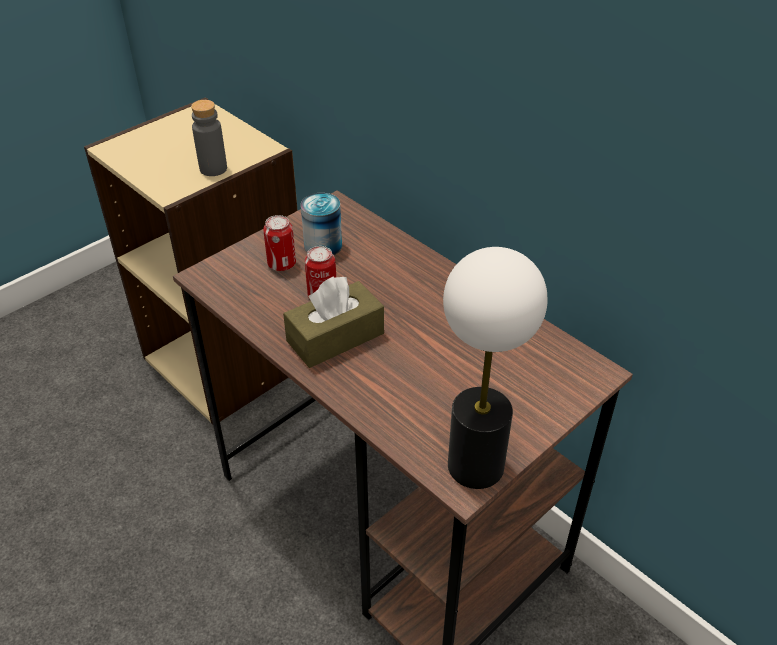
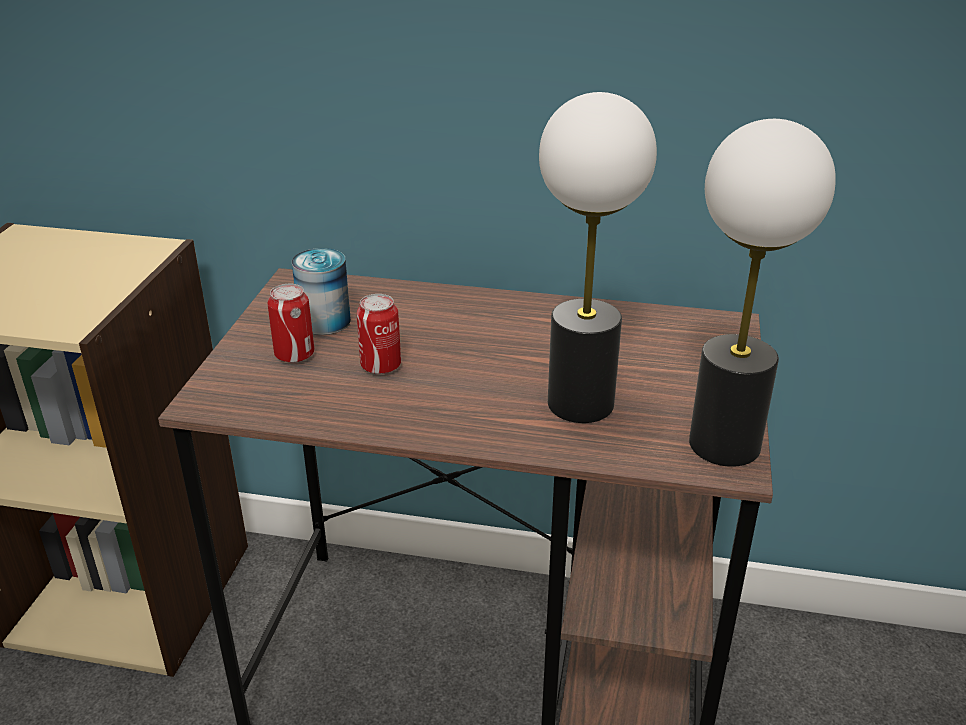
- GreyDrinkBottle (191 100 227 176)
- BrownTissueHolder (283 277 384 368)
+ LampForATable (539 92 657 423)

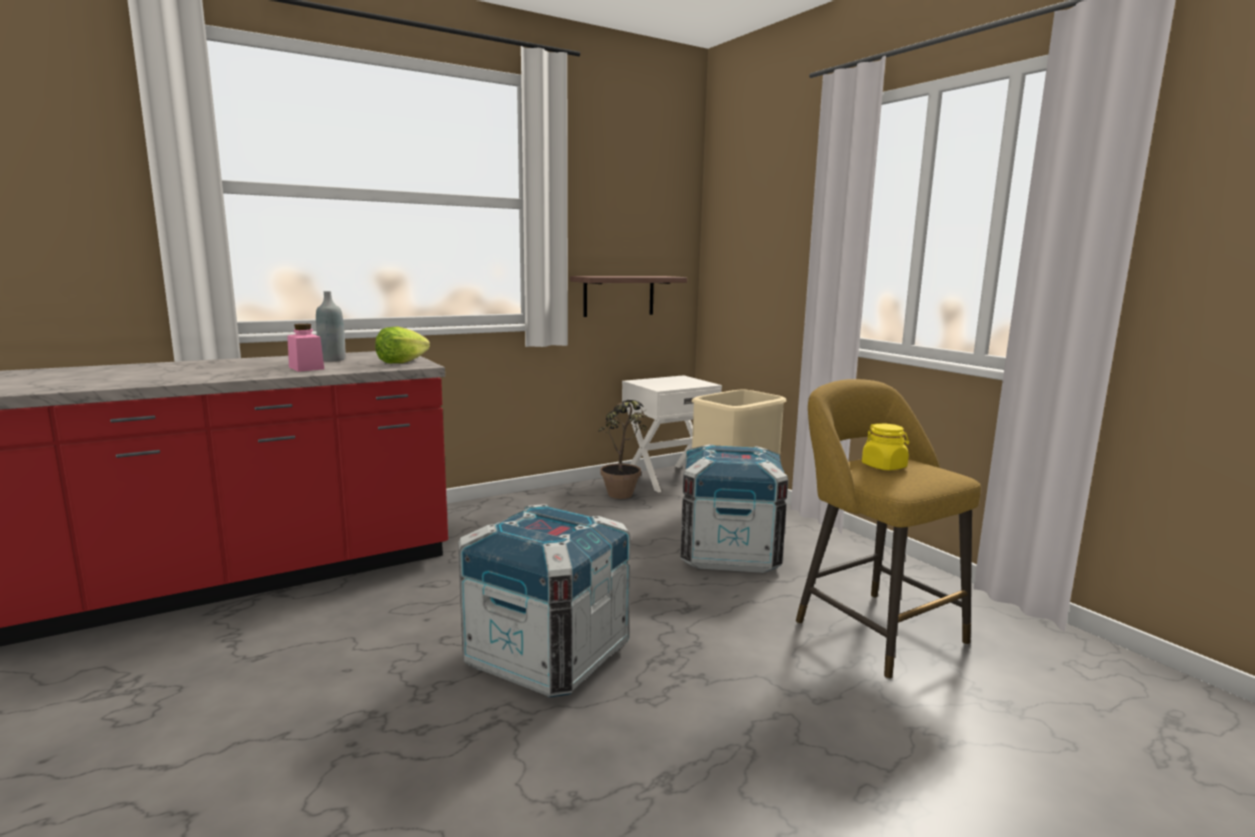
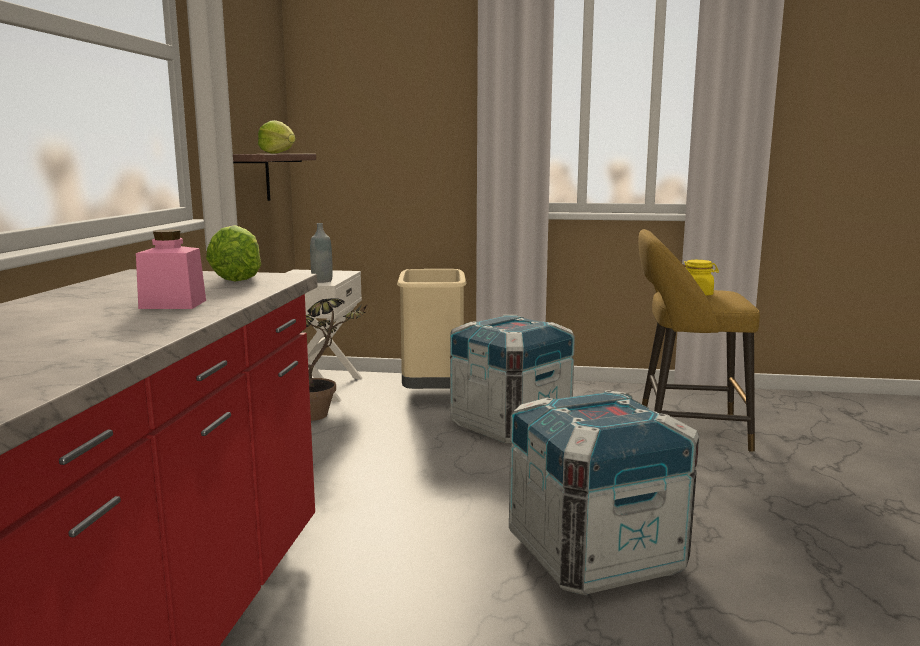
~ GreyDrinkBottle (316 291 345 361) to (310 223 333 283)
+ HeadOfLettuce (258 120 296 153)

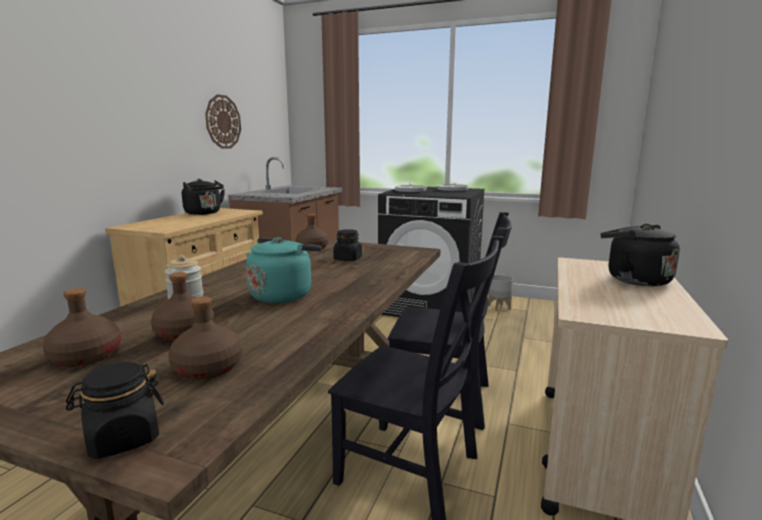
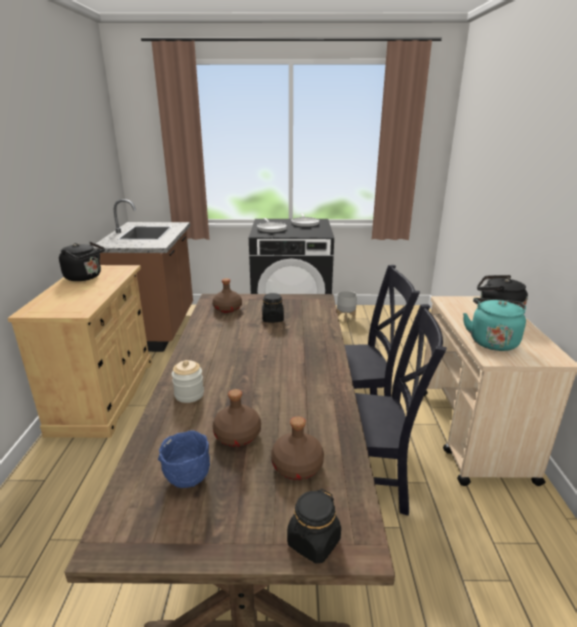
~ BrownDrinkBottle (43 288 121 367) to BlueColouredBowl (158 430 210 488)
- HangingClock (205 94 241 149)
~ BlueGreenKettle (246 237 322 303) to (463 298 526 351)

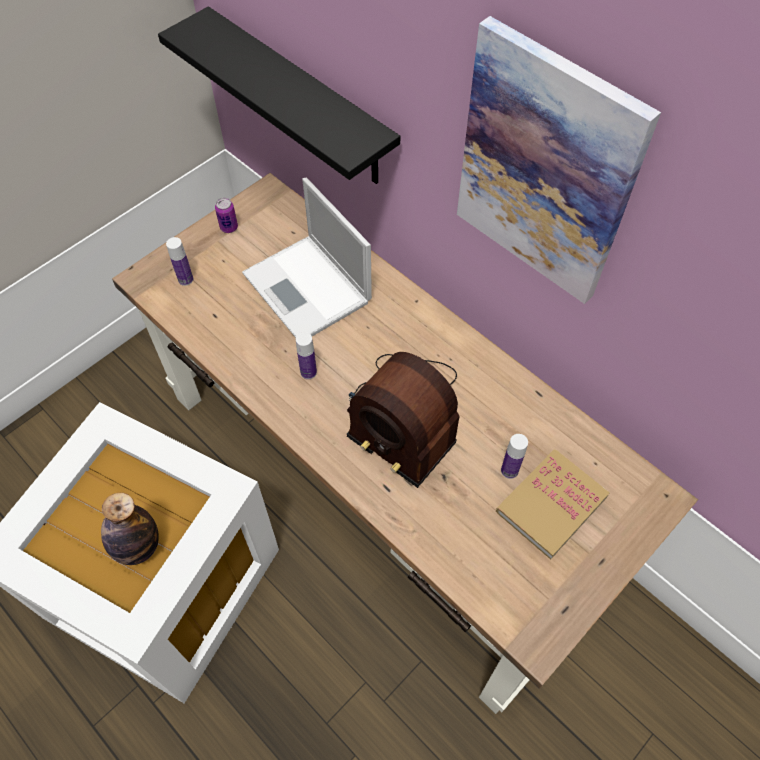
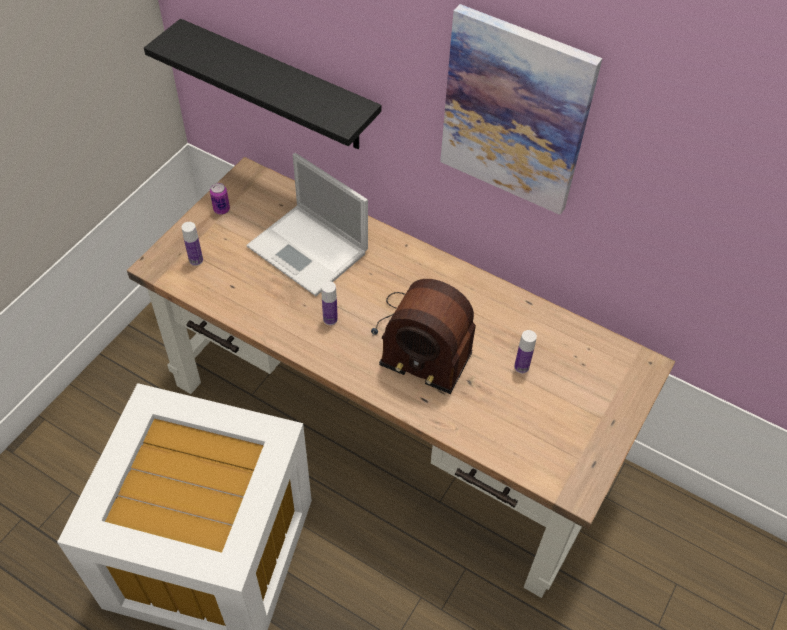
- DrinkBottle (101 492 159 565)
- Volume (496 449 610 560)

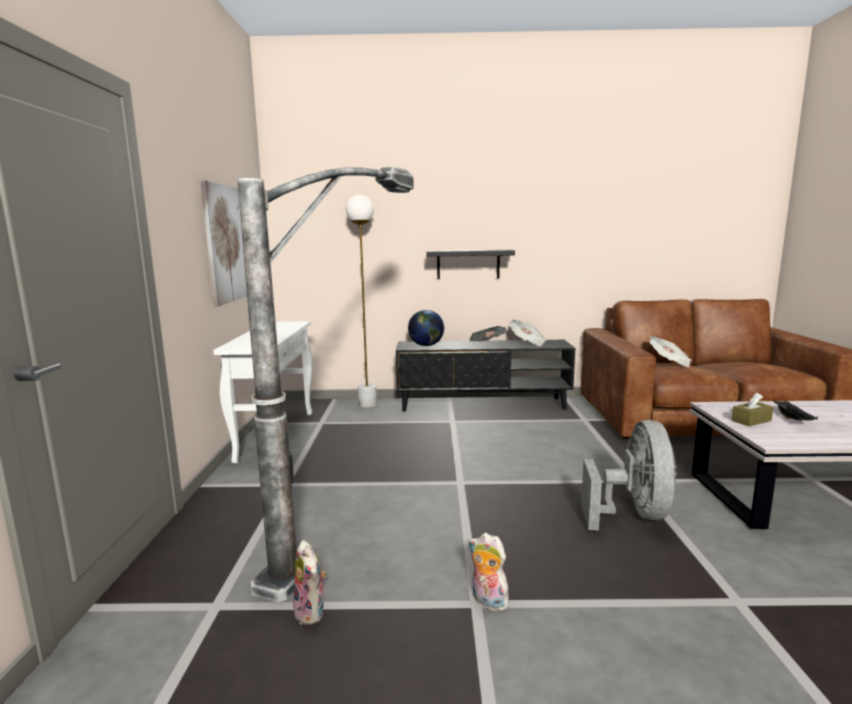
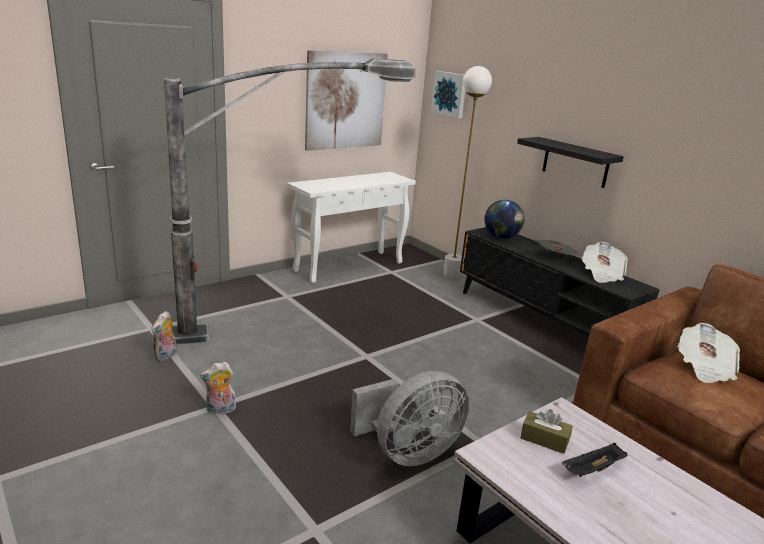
~ CuddlyToy (468 533 511 612) = (200 362 236 414) 105 degrees counterclockwise
+ Picture (431 71 465 119)

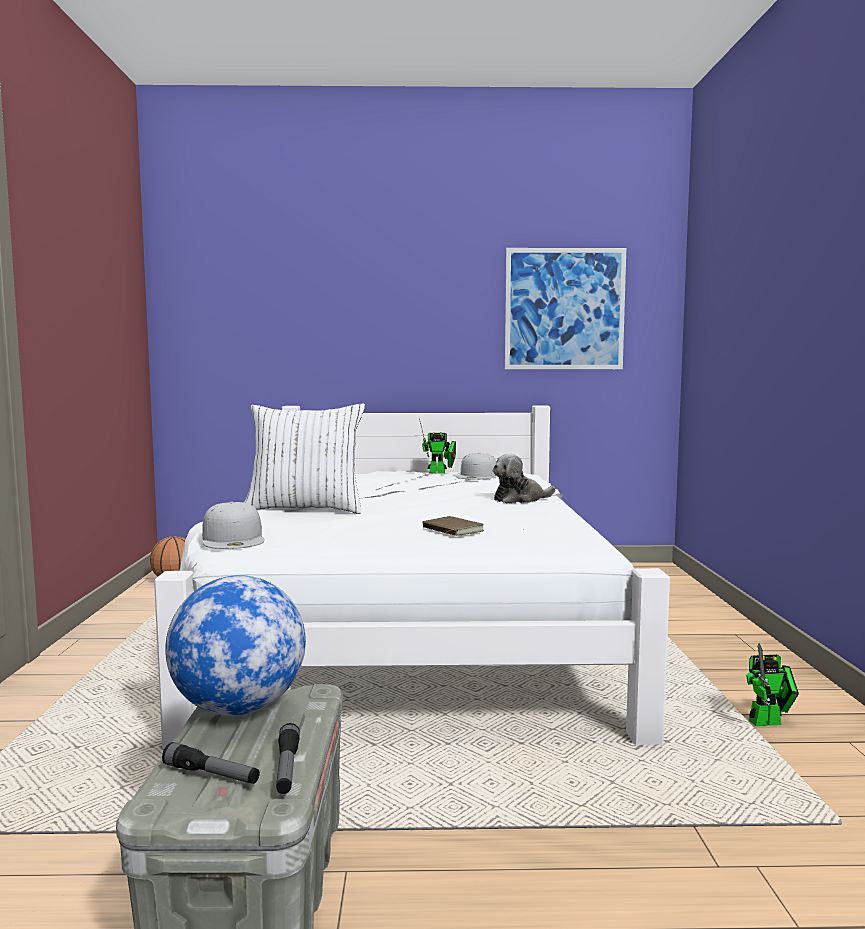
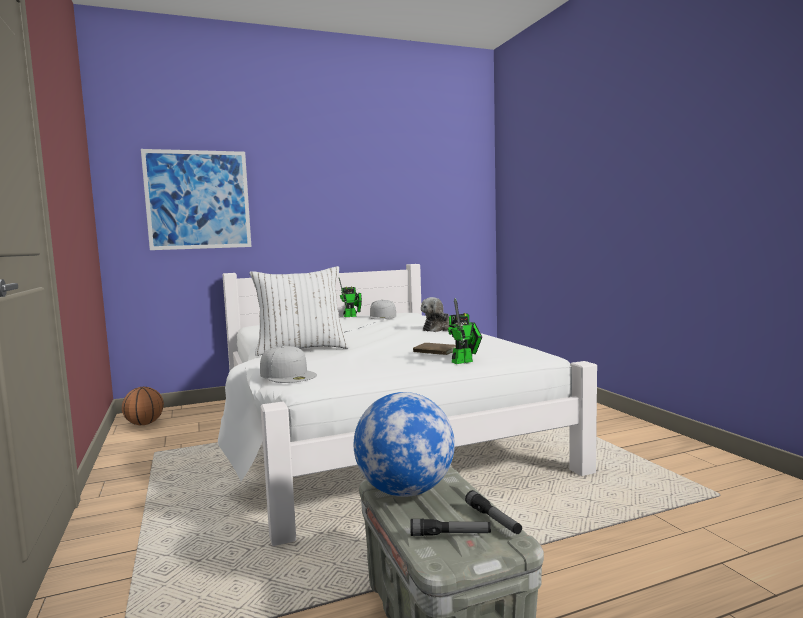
~ Picture (505 248 626 369) to (141 149 251 250)
~ ToyRobot (746 643 799 726) to (448 298 482 364)

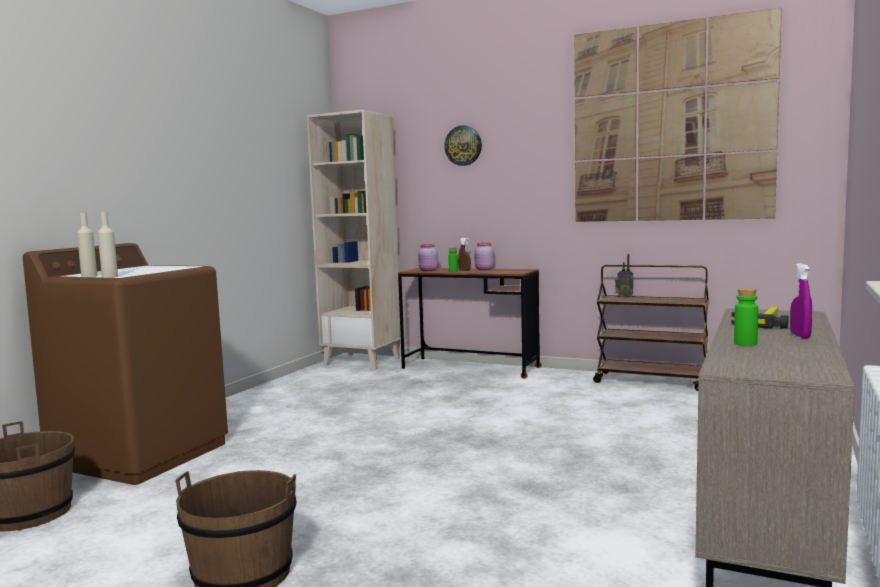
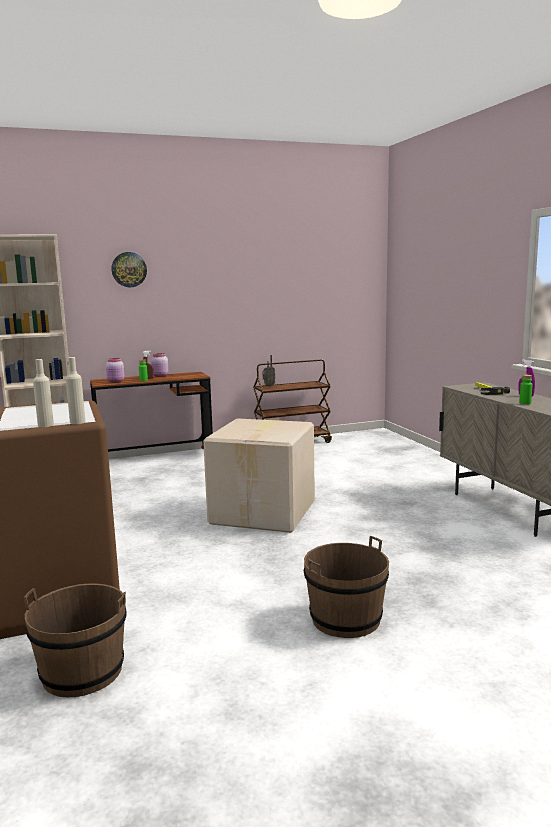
- Picture (574 8 782 222)
+ Carton (203 418 315 533)

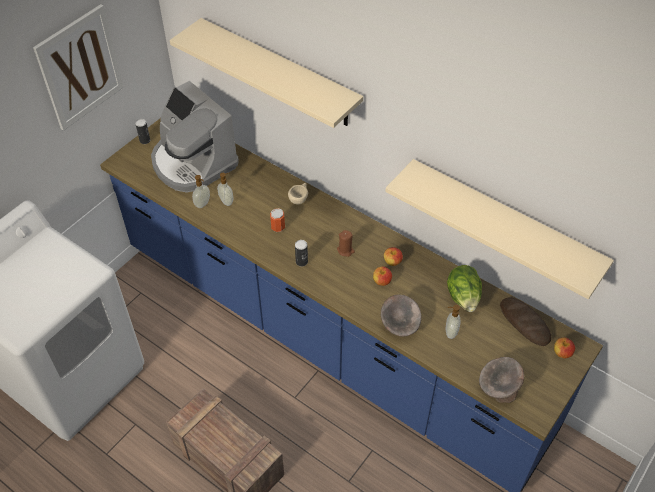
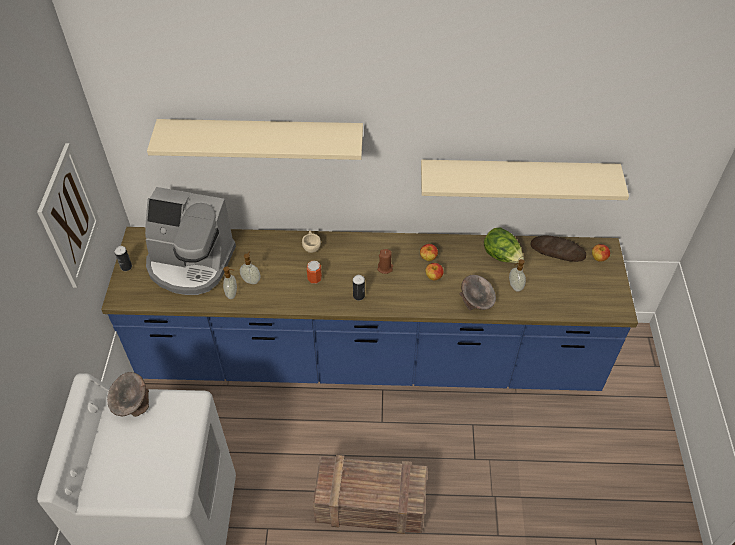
~ GreyBowl (479 357 524 403) to (107 372 149 417)

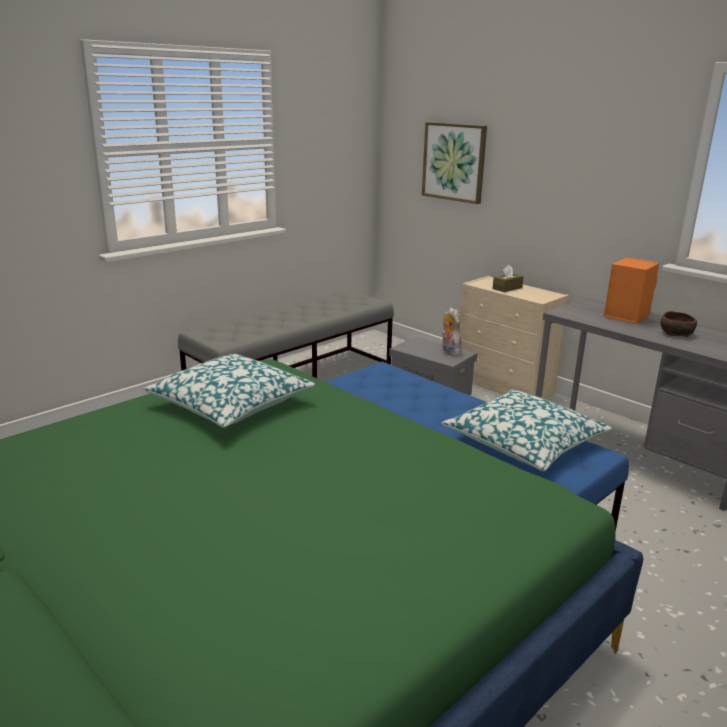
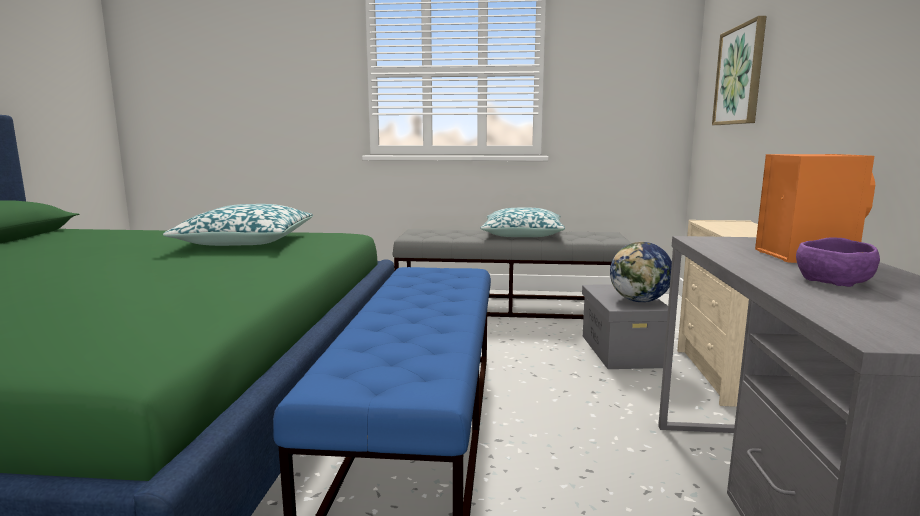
~ Pillow (441 389 612 471) to (480 208 565 237)
~ CuddlyToy (442 308 461 356) to Globe (610 242 672 302)
- BrownTissueHolder (493 265 523 292)
~ BrownBowl (660 311 697 337) to PurpleColouredBowl (796 238 880 287)

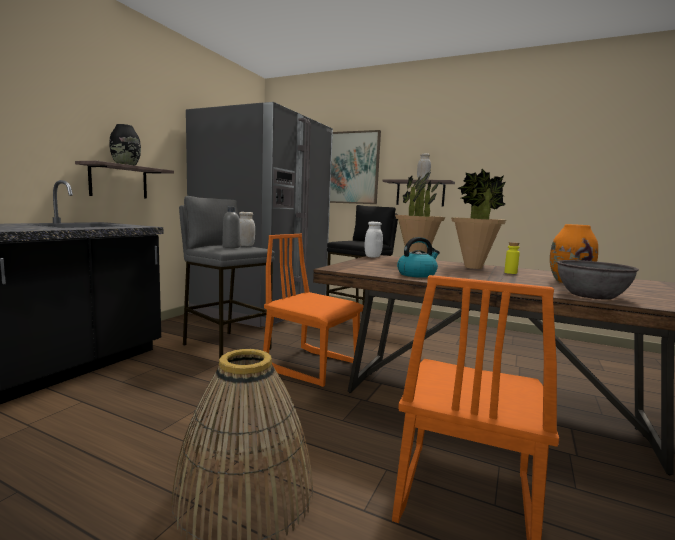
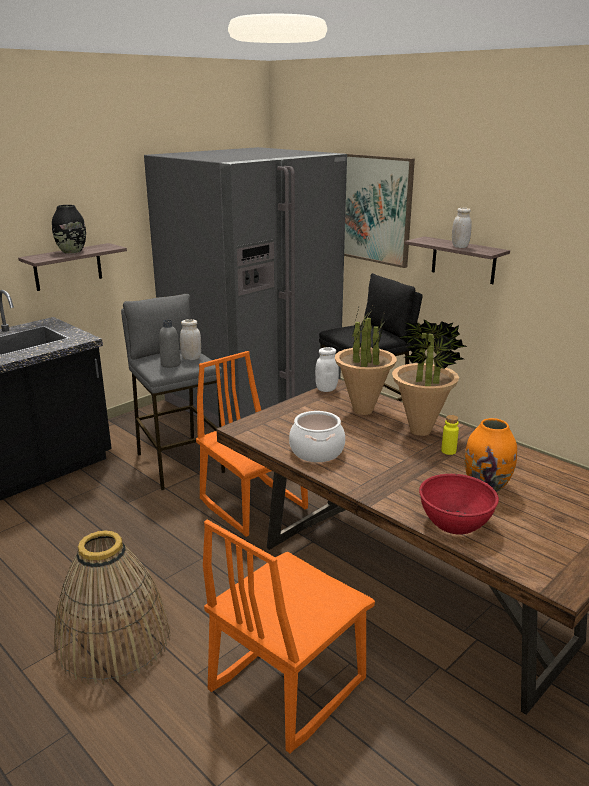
~ Kettle (397 237 440 278) to Saucepot (289 411 345 462)
~ GreyBowl (557 260 639 300) to ReddishBowl (419 474 499 535)

